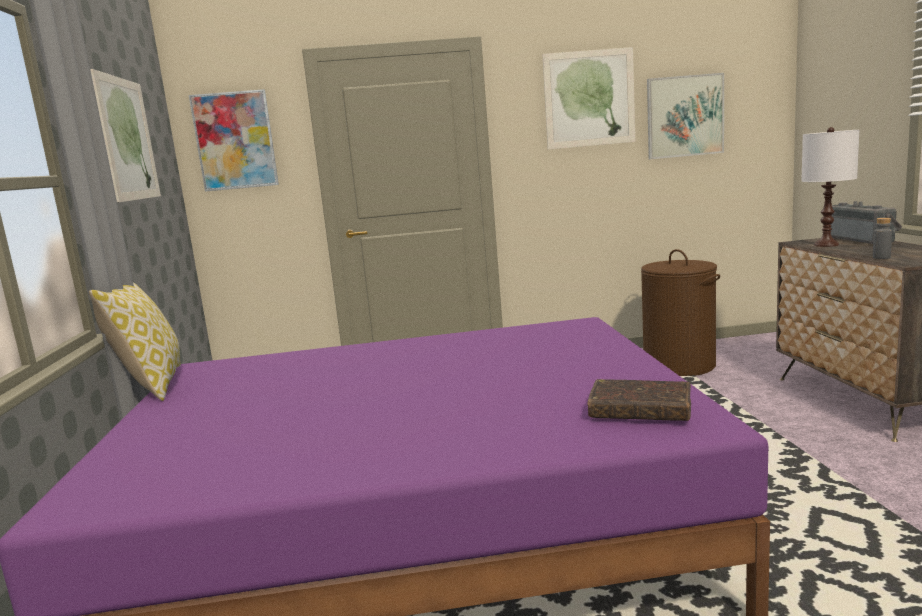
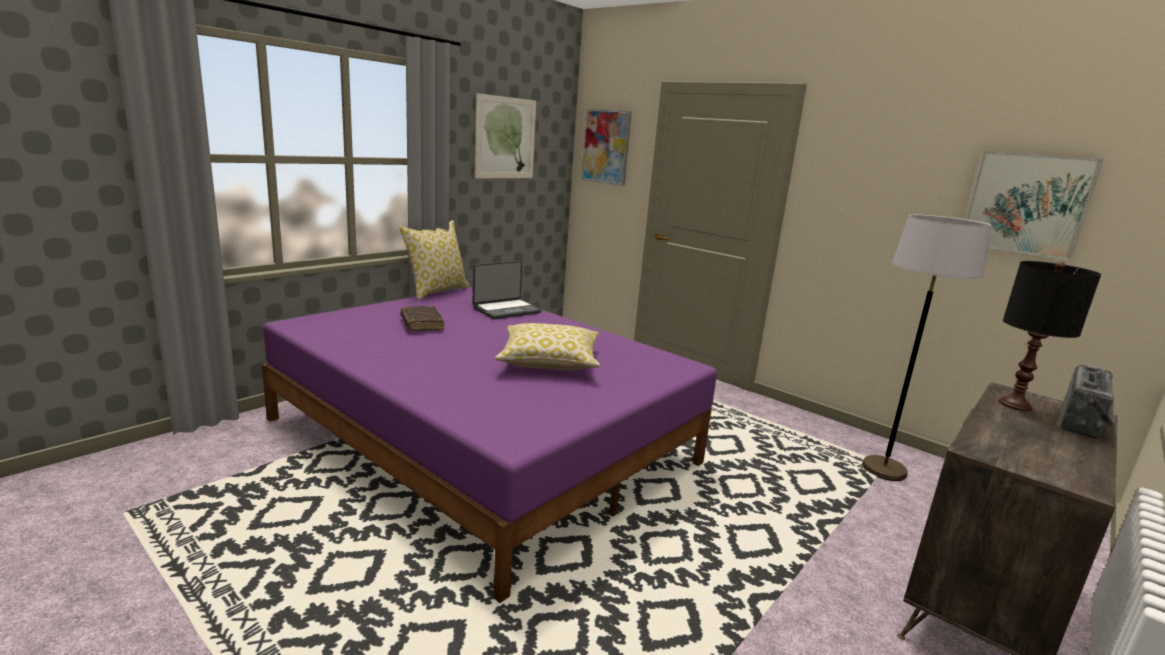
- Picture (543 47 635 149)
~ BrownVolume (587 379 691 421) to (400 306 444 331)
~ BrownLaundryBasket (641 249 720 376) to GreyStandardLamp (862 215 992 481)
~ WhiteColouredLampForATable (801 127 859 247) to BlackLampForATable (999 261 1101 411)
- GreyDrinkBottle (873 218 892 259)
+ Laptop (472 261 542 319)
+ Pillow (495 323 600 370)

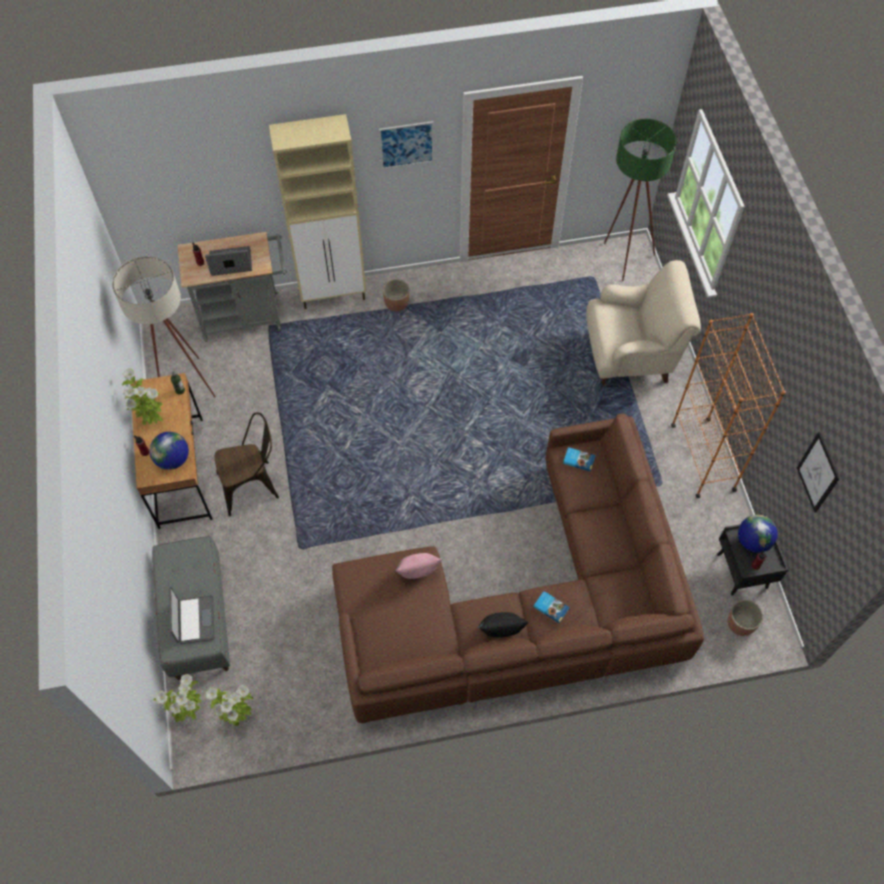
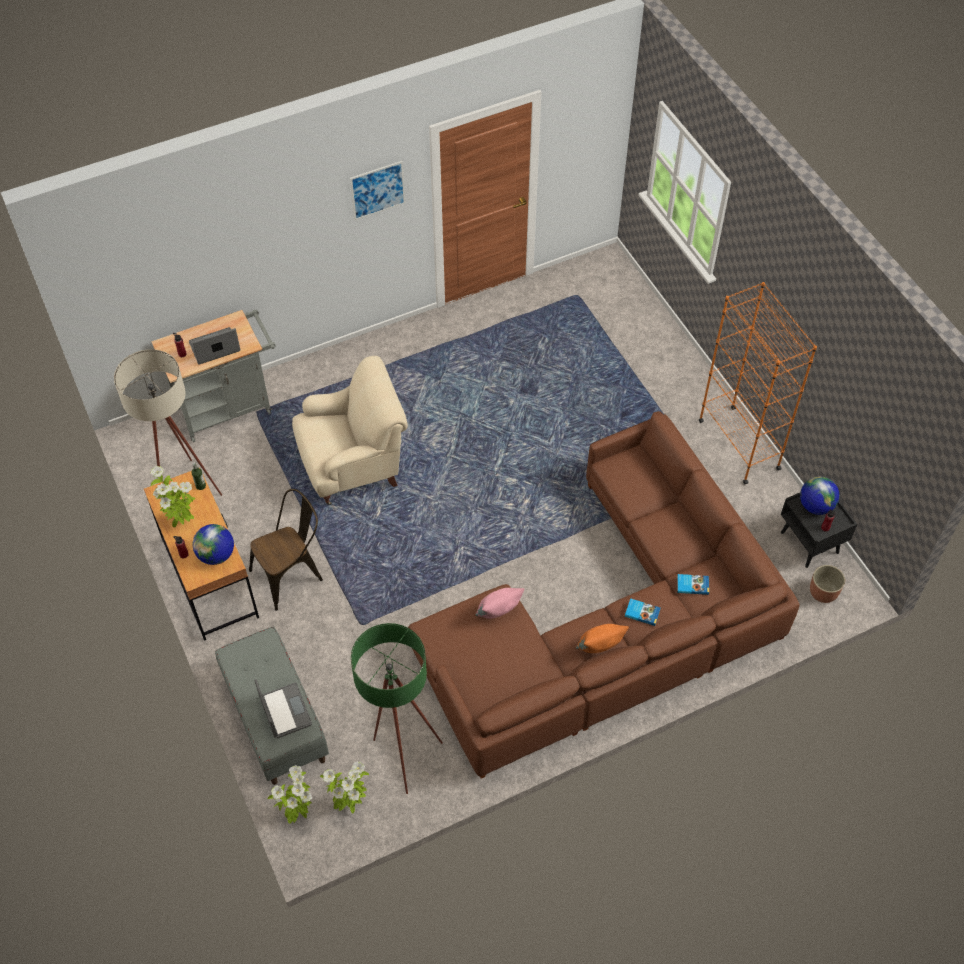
- BeigeColouredCupboard (269 114 366 309)
- FlowerPot (383 279 409 311)
~ BlackPillow (478 612 528 638) to OrangeyPillow (576 624 629 653)
~ Volume (563 447 596 472) to (677 574 709 595)
~ BeigeColouredArmchair (586 260 701 386) to (292 356 408 505)
~ GreenColouredStandardLamp (604 119 677 281) to (351 623 443 794)
- Picture (797 432 840 512)

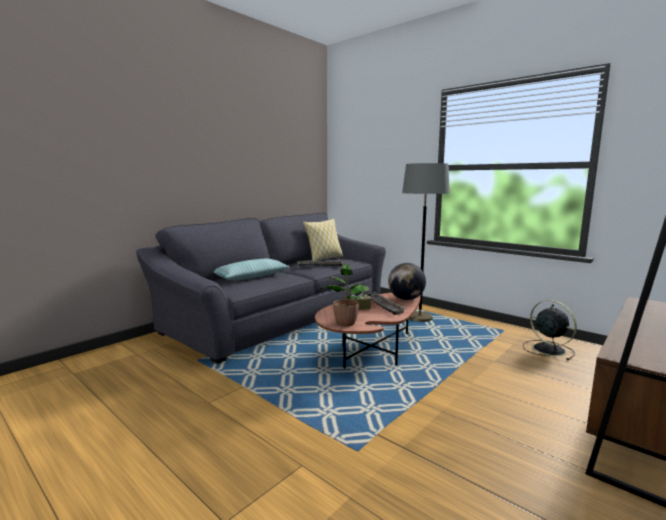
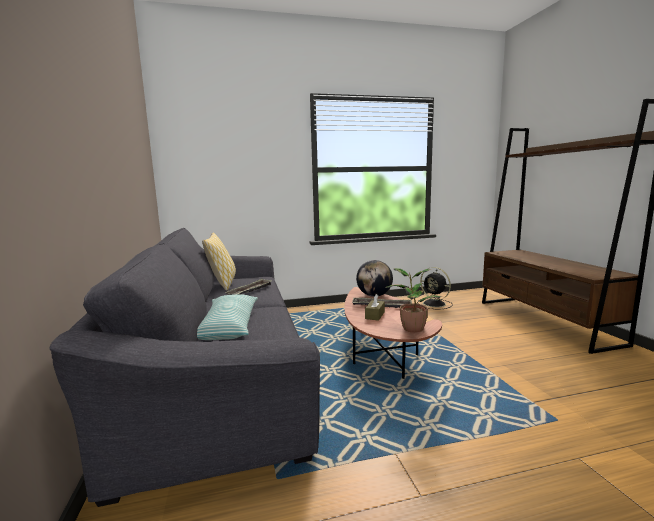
- GreyStandardLamp (402 163 450 322)
~ BlackElectricFan (523 300 577 360) = (420 267 453 310) 135 degrees counterclockwise

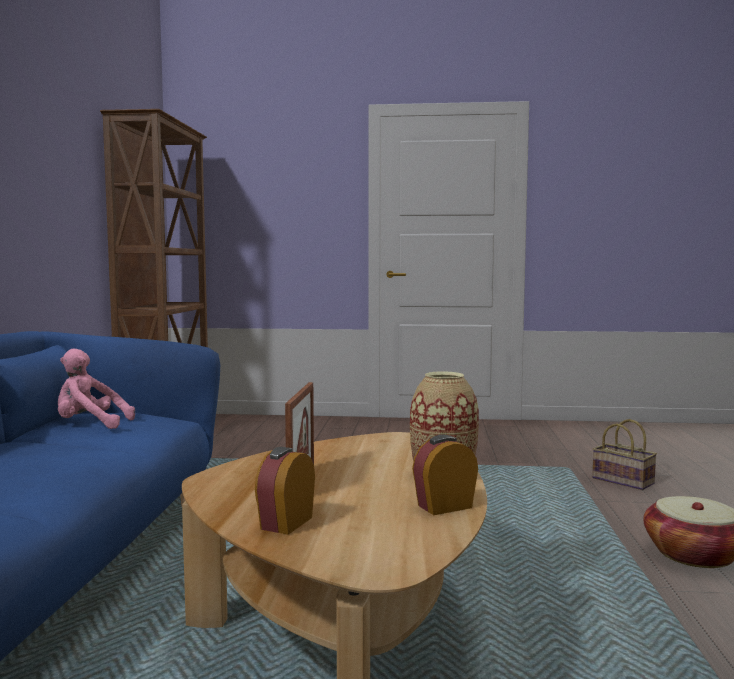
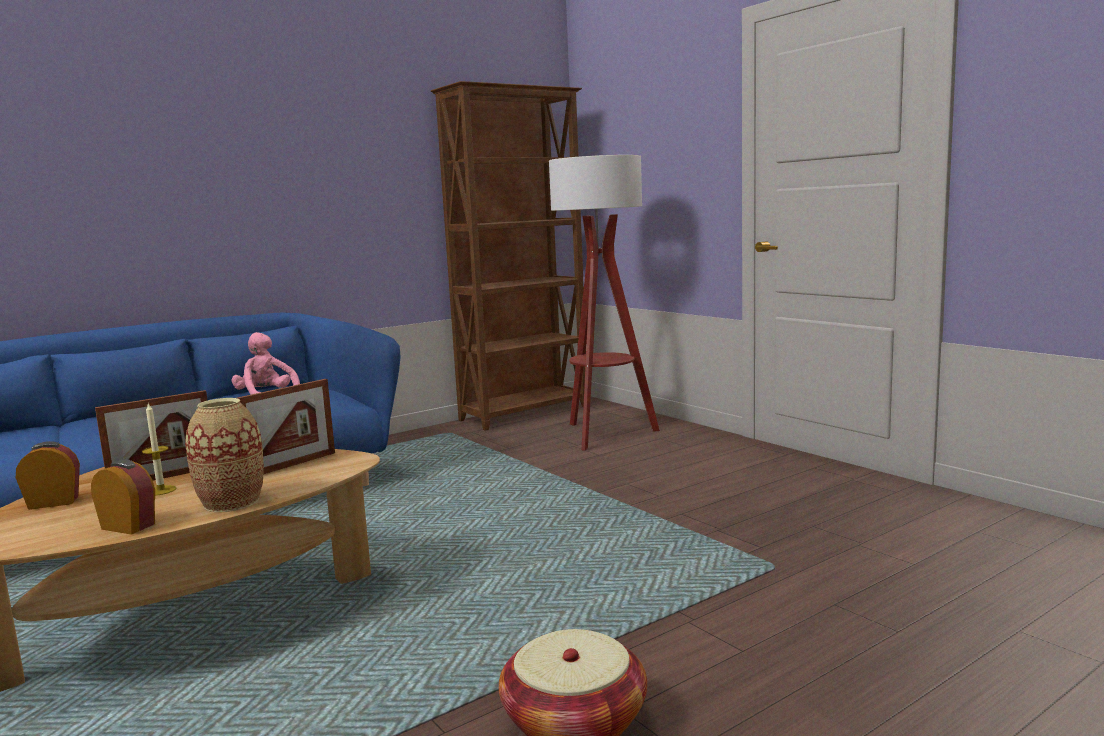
- HouseholdBasket (592 419 657 490)
+ WaxCandle (142 403 177 496)
+ StandingFrame (237 379 335 474)
+ StandardLamp (549 155 660 451)

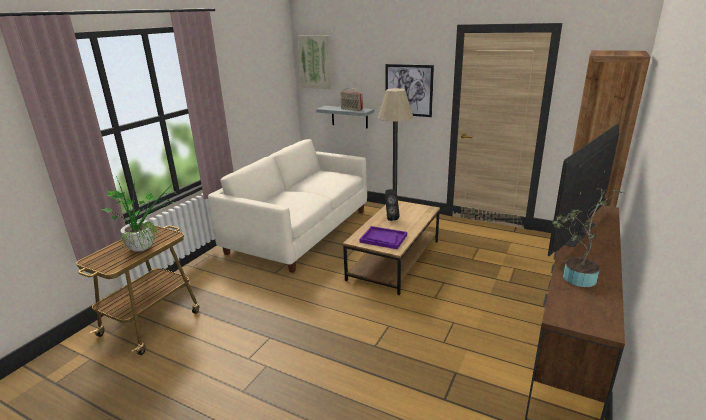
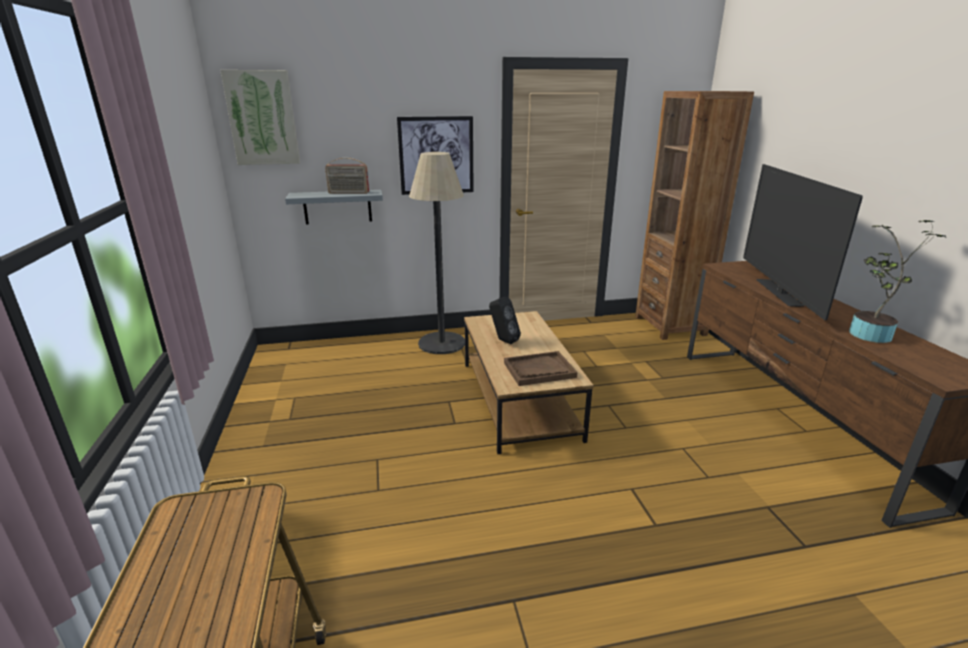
- PottedPlant (100 176 177 252)
- WhiteColouredSettee (208 139 367 273)
~ PurpleColouredServingTray (360 226 407 249) to BrownServingTray (504 351 577 386)

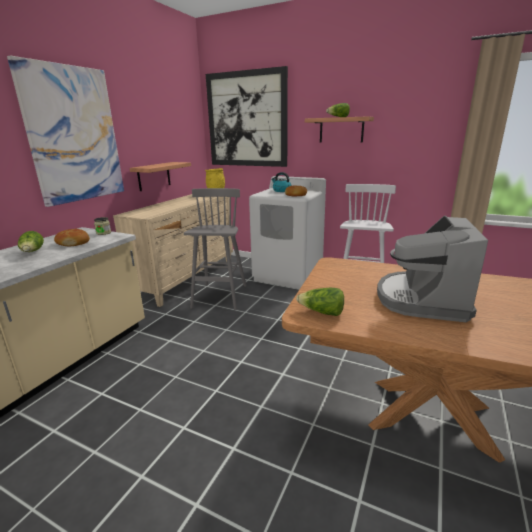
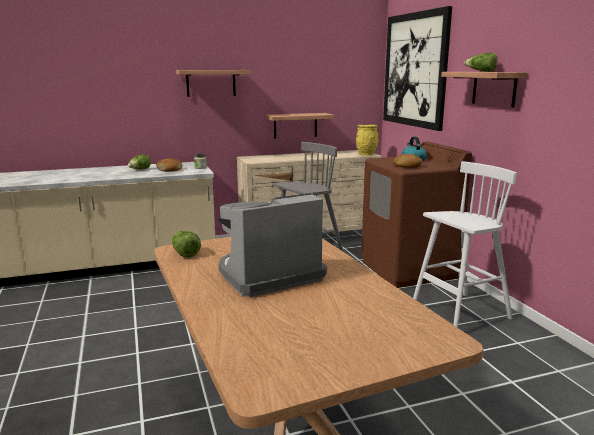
~ Picture (7 56 124 207) to Shelf (176 70 250 97)
~ WhiteColouredWashingMachine (249 176 326 289) to BrownWashingMachine (361 141 472 288)

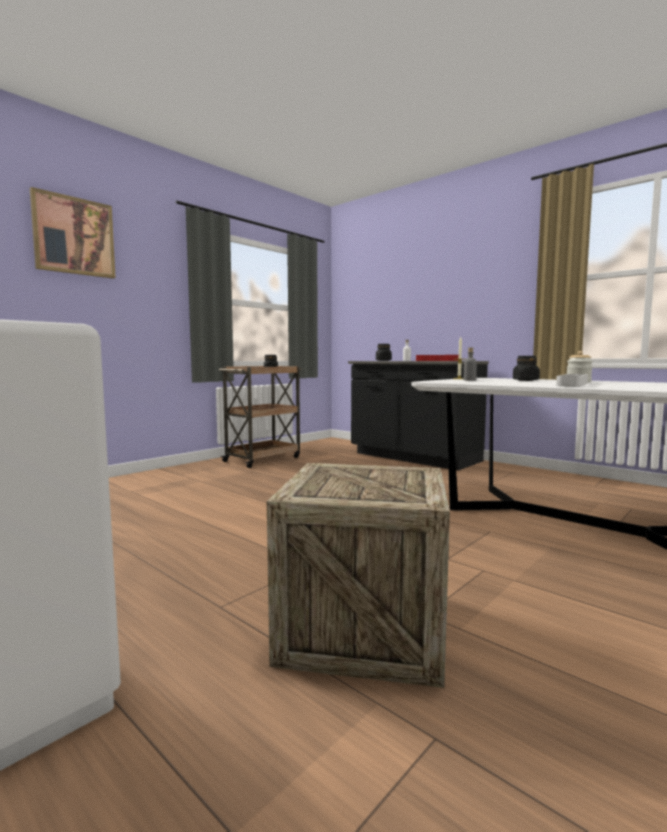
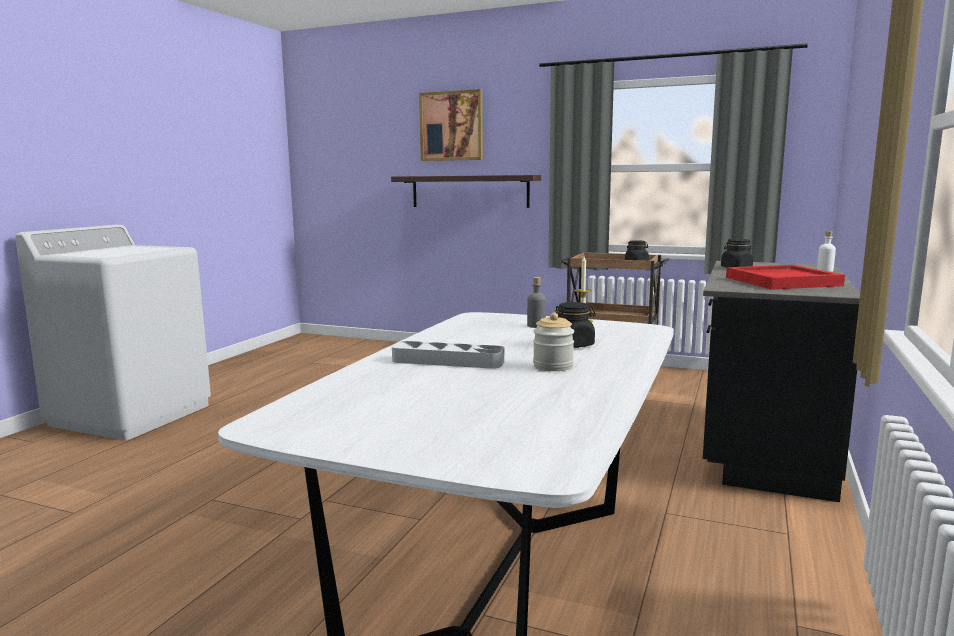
- PackingCrate (267 463 450 688)
+ Shelf (391 175 541 208)

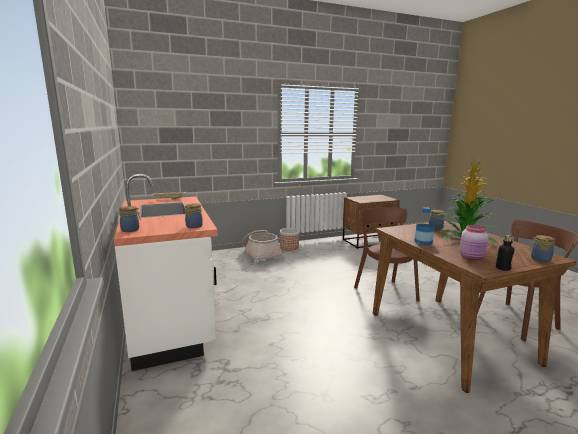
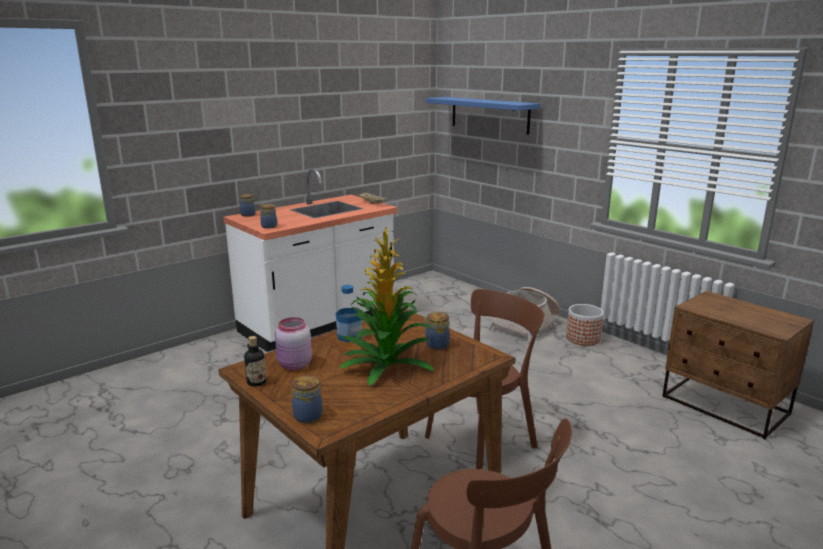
+ BlueColouredShelf (426 97 540 135)

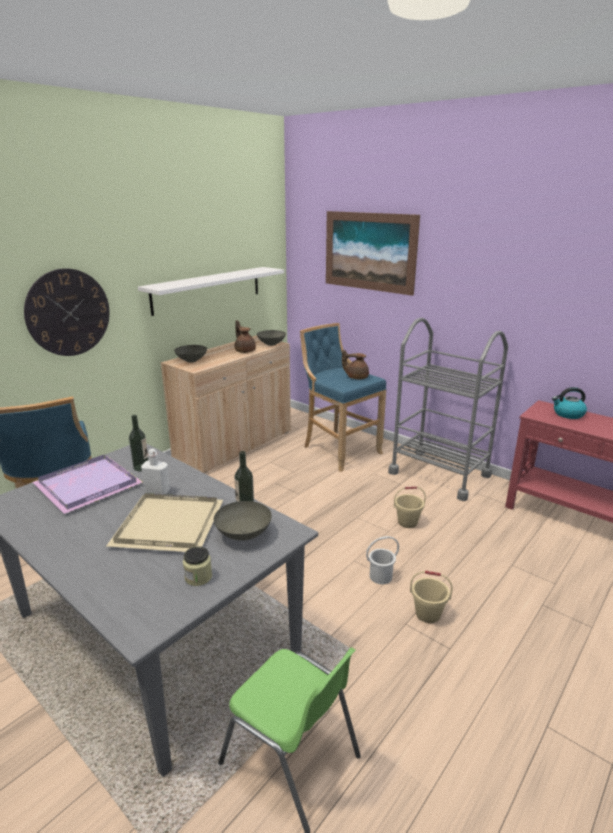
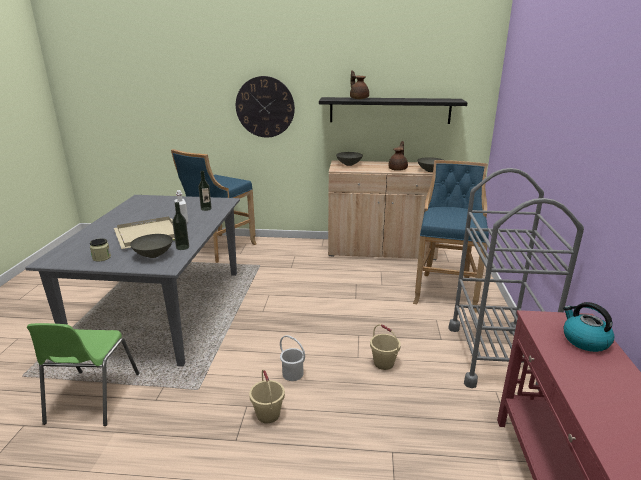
- PurpleColouredServingTray (32 455 143 514)
~ WhiteColouredShelf (138 267 284 316) to BlackShelf (319 97 468 124)
- Picture (326 211 420 296)
~ BrownPotForTea (342 349 369 379) to (350 70 369 99)

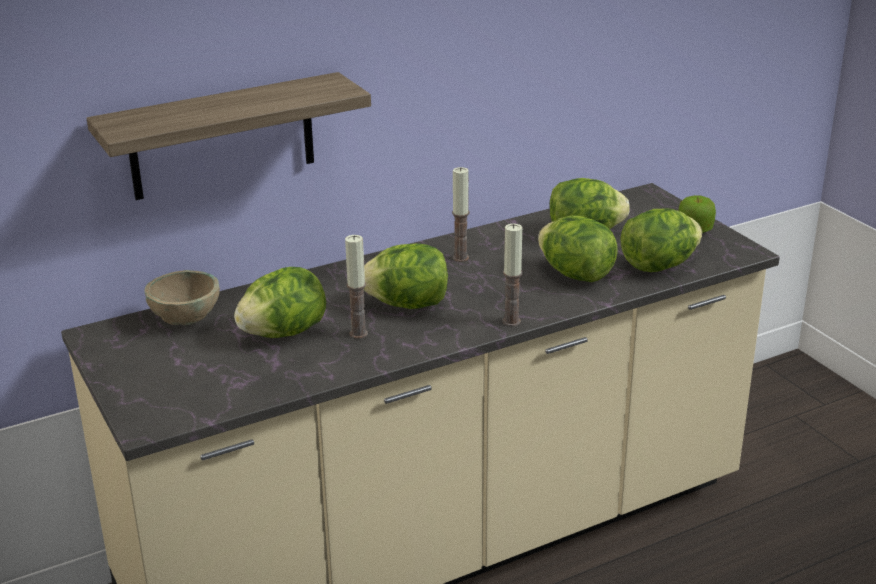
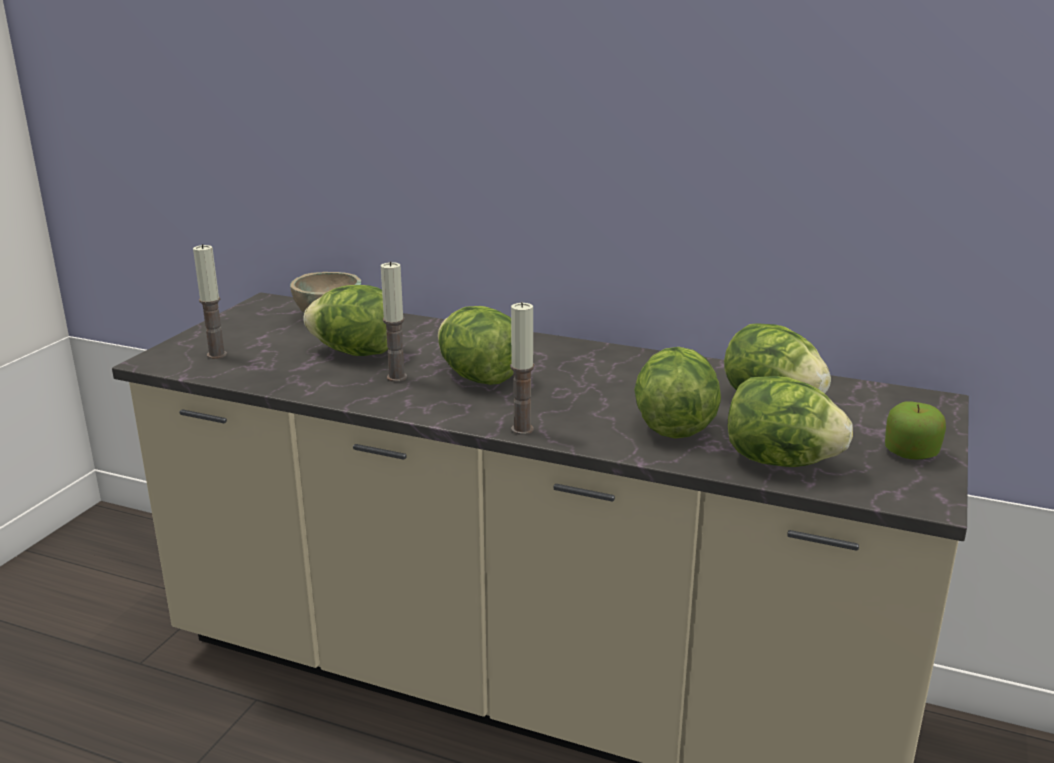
- Shelf (86 72 371 200)
~ WaxCandle (452 167 469 262) to (193 244 227 359)

